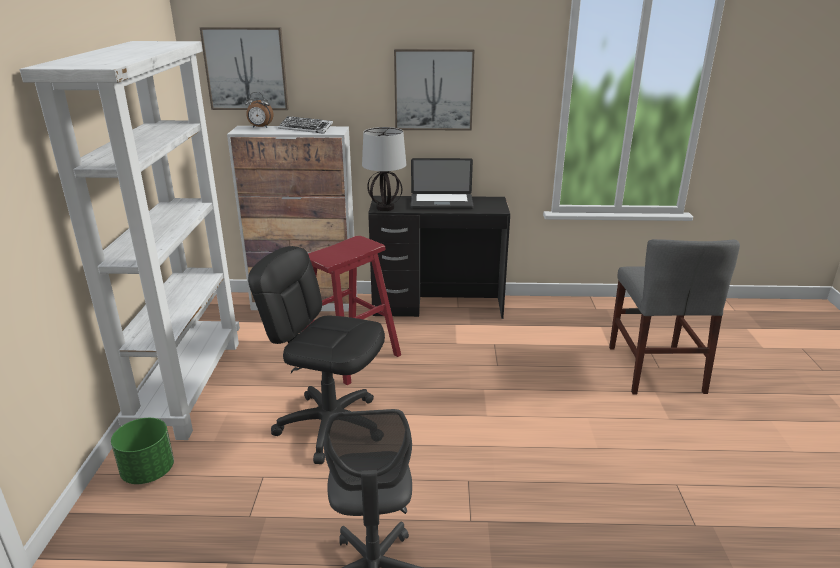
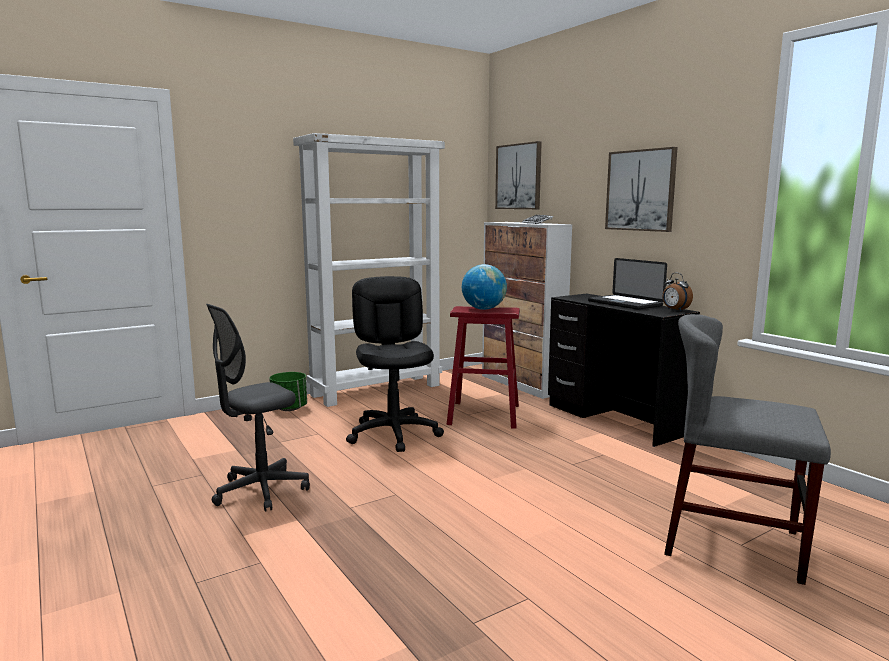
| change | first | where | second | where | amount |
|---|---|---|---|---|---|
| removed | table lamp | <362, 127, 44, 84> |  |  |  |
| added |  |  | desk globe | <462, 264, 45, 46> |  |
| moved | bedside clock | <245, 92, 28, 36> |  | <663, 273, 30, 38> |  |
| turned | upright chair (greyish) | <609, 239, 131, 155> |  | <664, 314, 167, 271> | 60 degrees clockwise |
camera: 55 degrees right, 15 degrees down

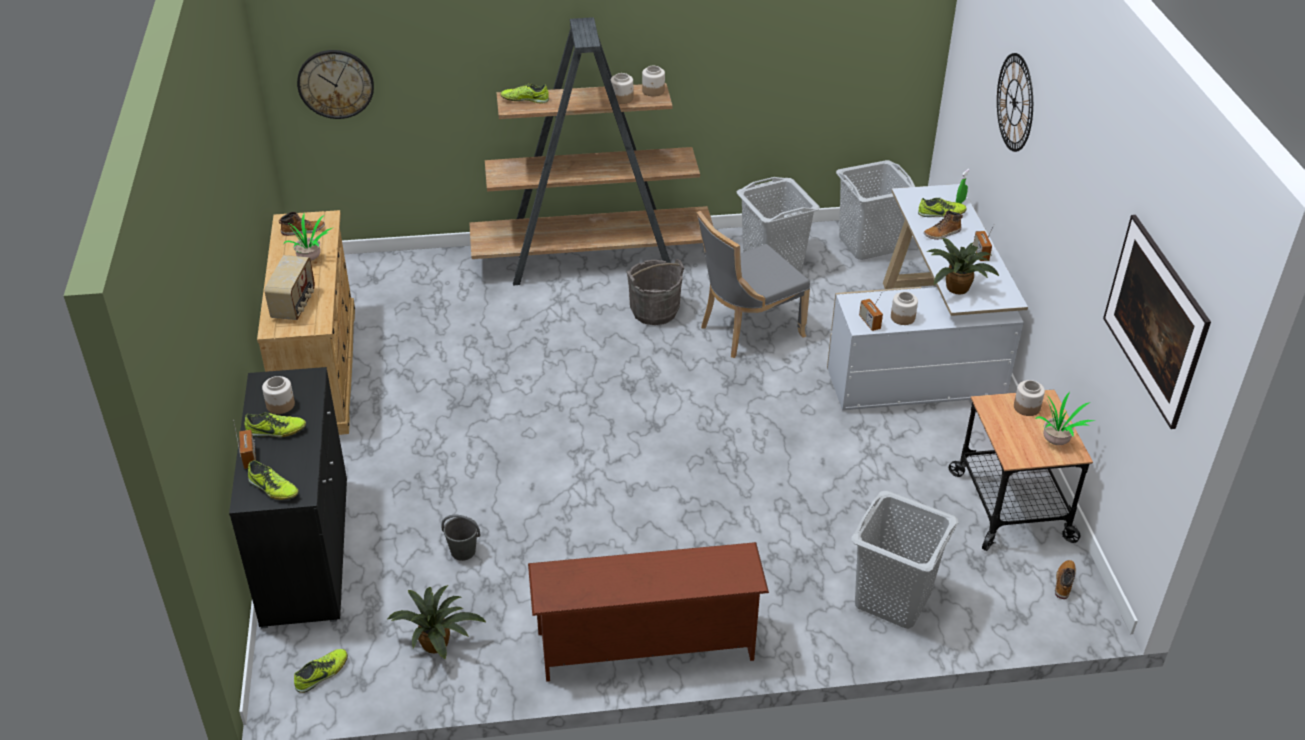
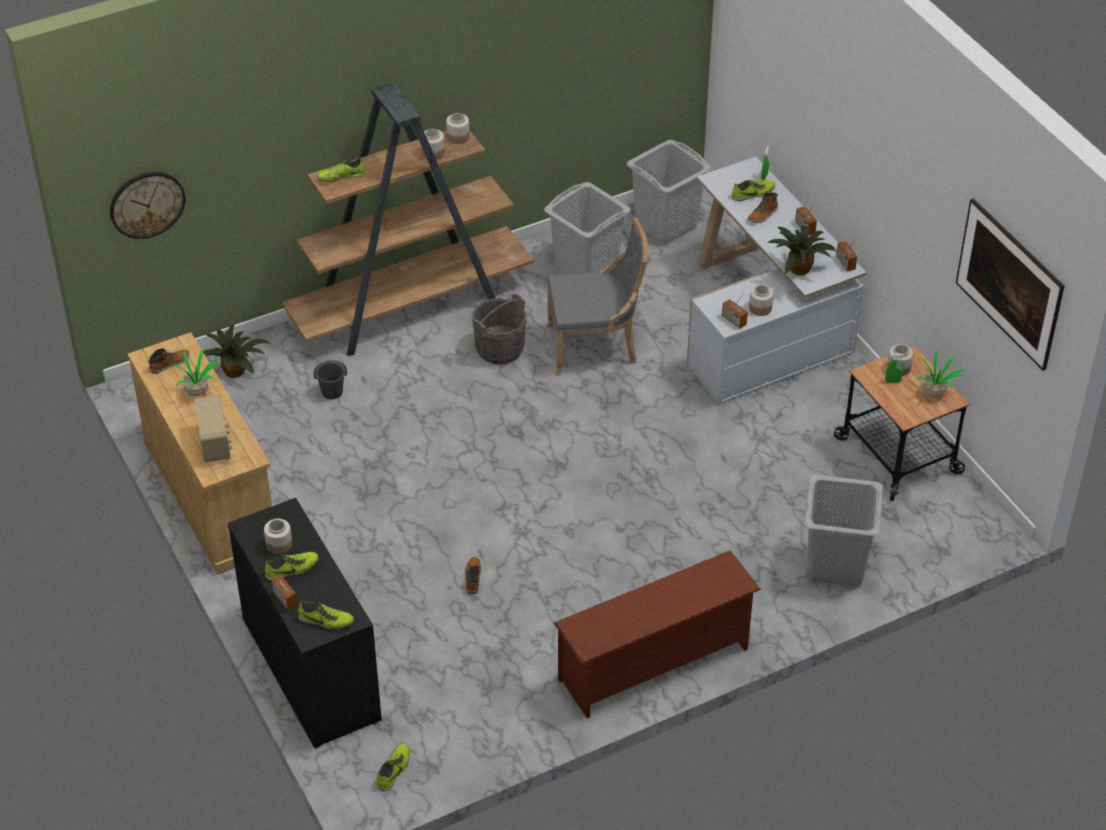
| change | first | where | second | where | amount |
|---|---|---|---|---|---|
| removed | clock on the wall | <997, 53, 36, 99> |  |  |  |
| added |  |  | radio set | <836, 236, 21, 35> |  |
| added |  |  | sprayer (green) | <885, 353, 18, 30> |  |
| moved | plant in a pot | <388, 585, 99, 75> |  | <203, 324, 67, 54> |  |
| moved | water bucket (greyish) | <441, 515, 39, 46> |  | <314, 360, 33, 40> |  |
| moved | tall boot | <1055, 560, 21, 39> |  | <465, 557, 16, 37> |  |
| turned | upright chair (greyish) | <697, 211, 113, 147> |  | <547, 218, 101, 158> | 135 degrees counterclockwise |
camera: 20 degrees left, 5 degrees up

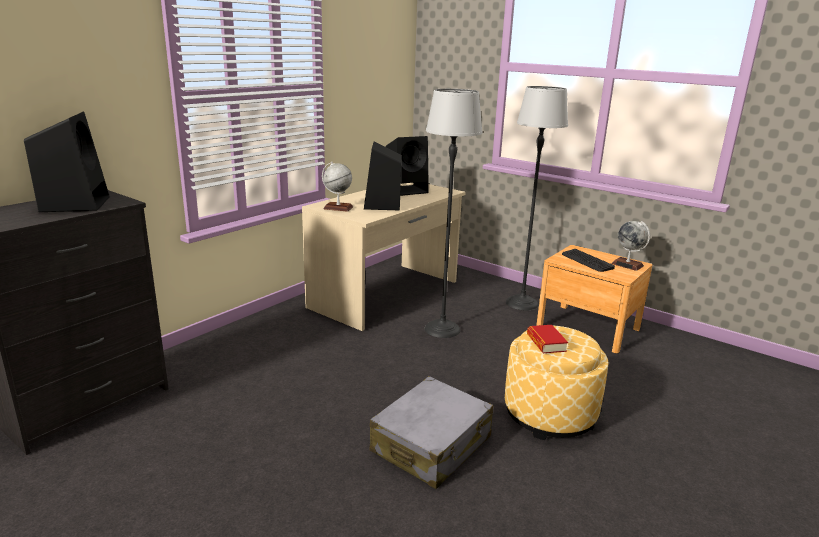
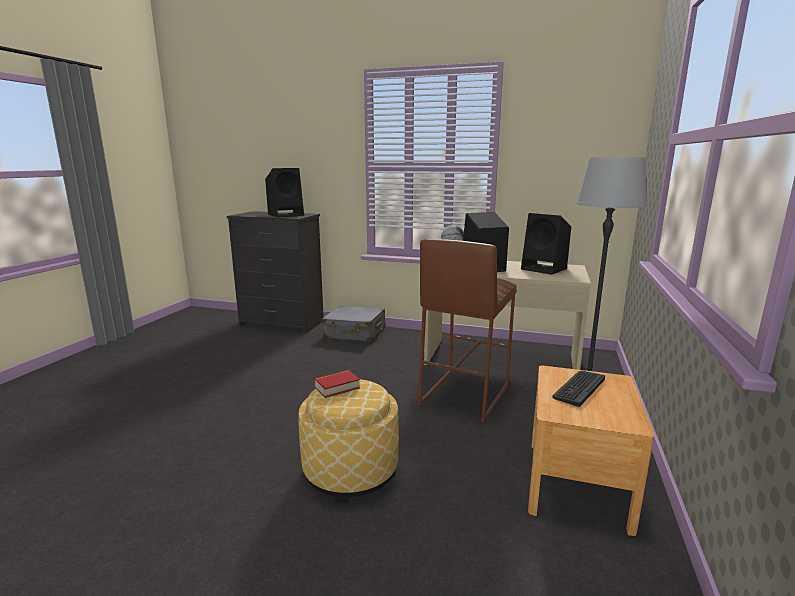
| change | first | where | second | where | amount |
|---|---|---|---|---|---|
| removed | desk globe | <611, 221, 39, 50> |  |  |  |
| moved | travel case (greyish) | <370, 376, 124, 113> |  | <322, 306, 64, 36> |  |
| replaced | standard lamp | <424, 89, 59, 249> | stool (brown) | <418, 239, 99, 183> |  |
camera: 70 degrees right, 5 degrees down

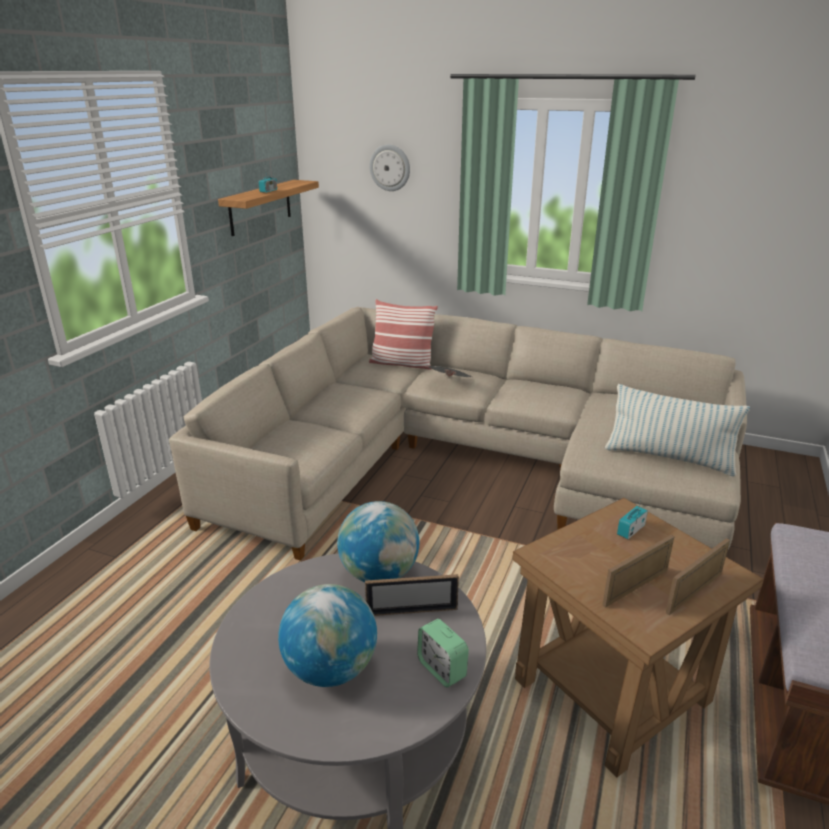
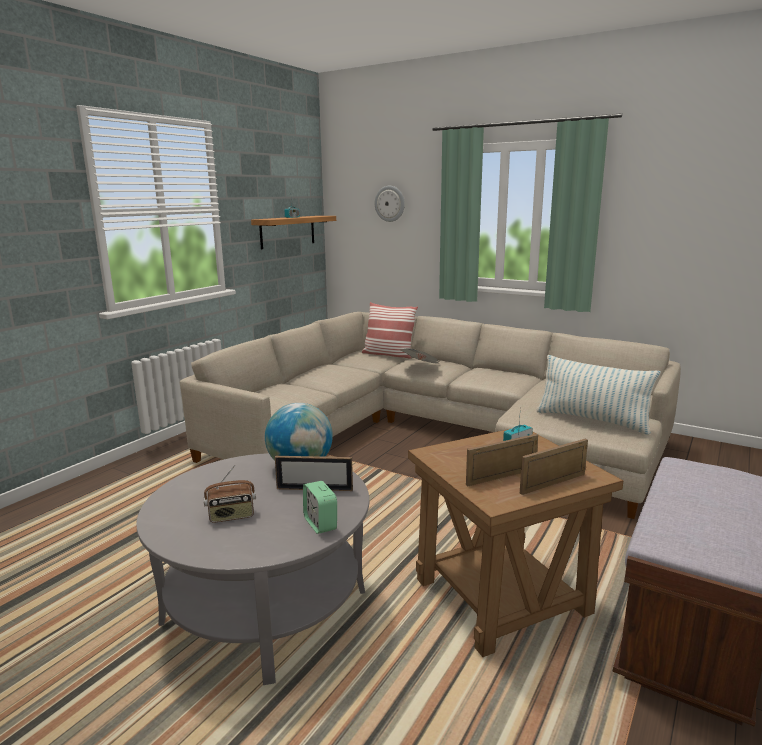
| change | first | where | second | where | amount |
|---|---|---|---|---|---|
| replaced | desk globe | <278, 584, 99, 103> | radio set | <204, 465, 52, 58> |  |
camera: 10 degrees right, 10 degrees down

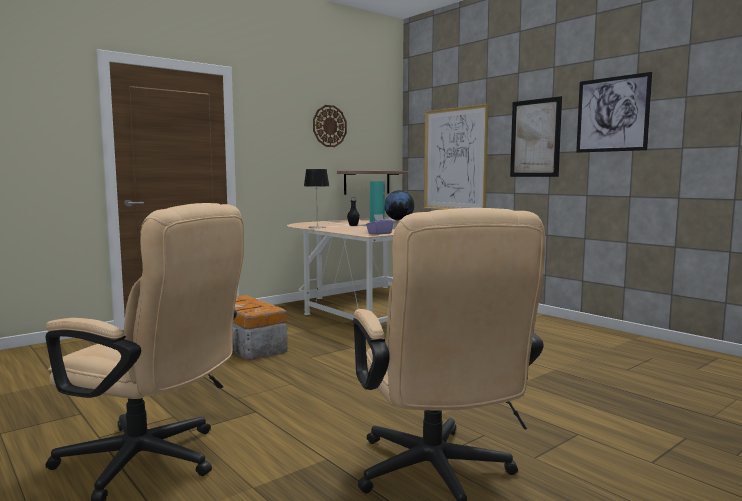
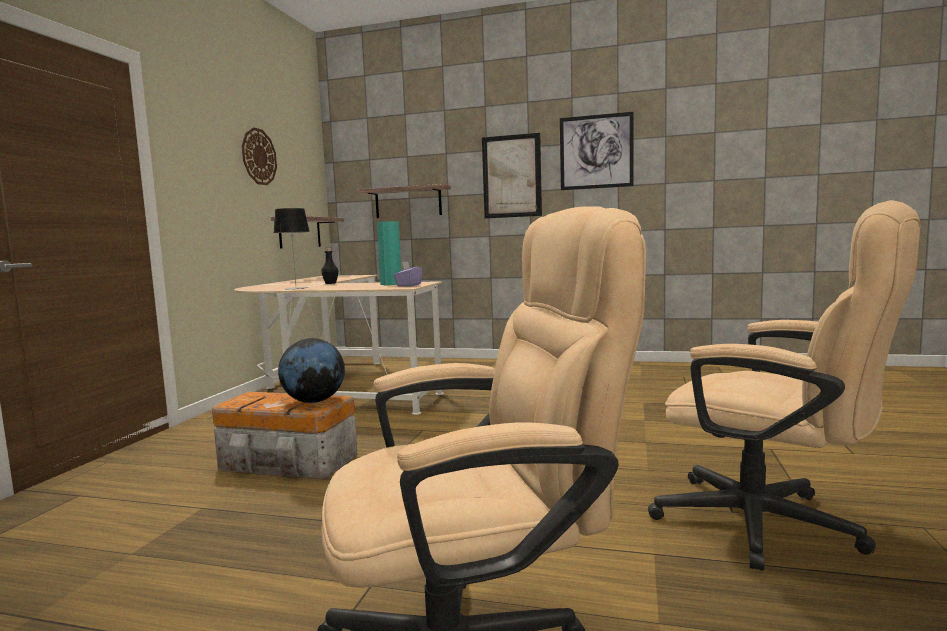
| change | first | where | second | where | amount |
|---|---|---|---|---|---|
| moved | desk globe | <385, 190, 29, 31> |  | <278, 338, 67, 65> |  |
| replaced | picture | <424, 104, 65, 106> | wall shelf | <356, 184, 95, 34> |  |
camera: 35 degrees left, 0 degrees up

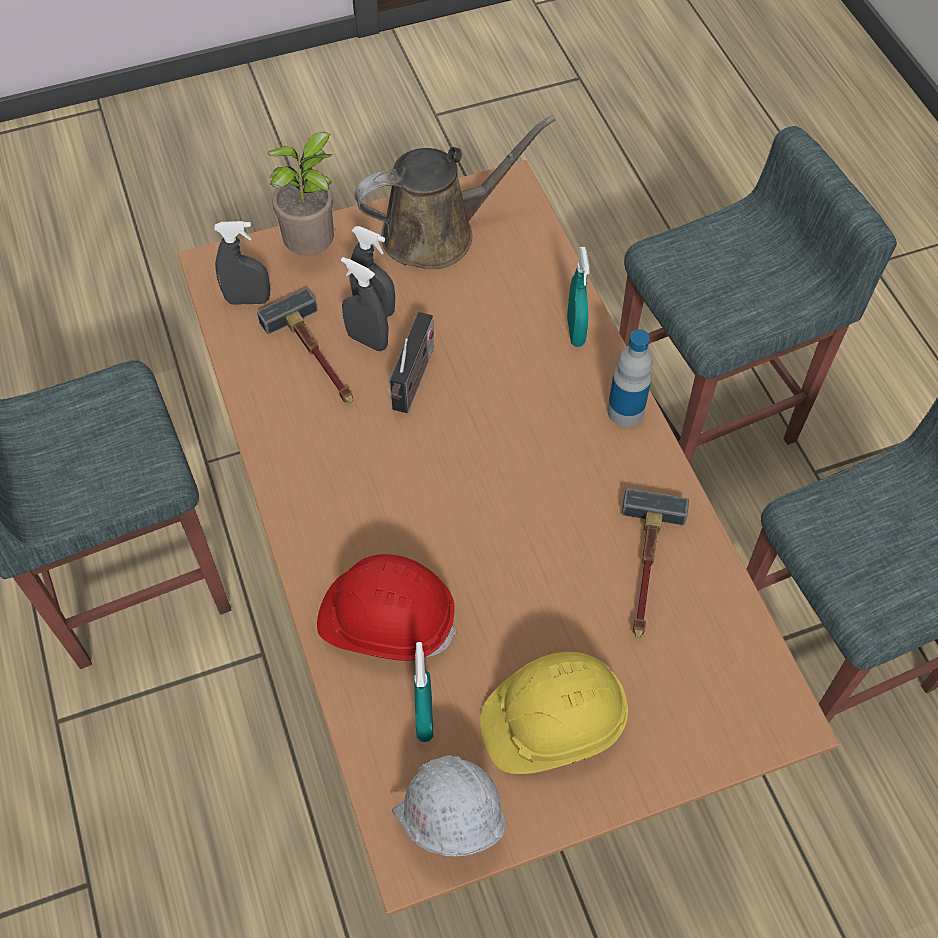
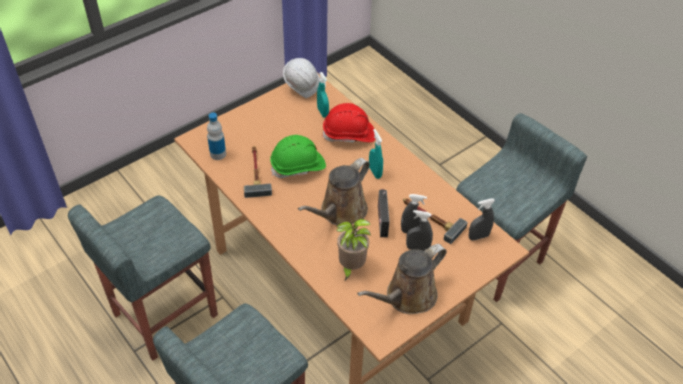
| change | first | where | second | where | amount |
|---|---|---|---|---|---|
| removed | safety helmet (yellowish) | <480, 652, 148, 122> |  |  |  |
| added |  |  | safety helmet (green) | <270, 135, 56, 43> |  |
| added |  |  | sprinkling can (brown) | <298, 158, 72, 67> |  |
| moved | plant in a pot | <268, 132, 66, 123> |  | <336, 218, 35, 62> |  |
| moved | sprayer (blue-green) | <567, 247, 22, 100> |  | <369, 129, 14, 50> |  |
| moved | drink bottle | <607, 329, 46, 98> |  | <207, 113, 19, 47> |  |
camera: 160 degrees right, 10 degrees down

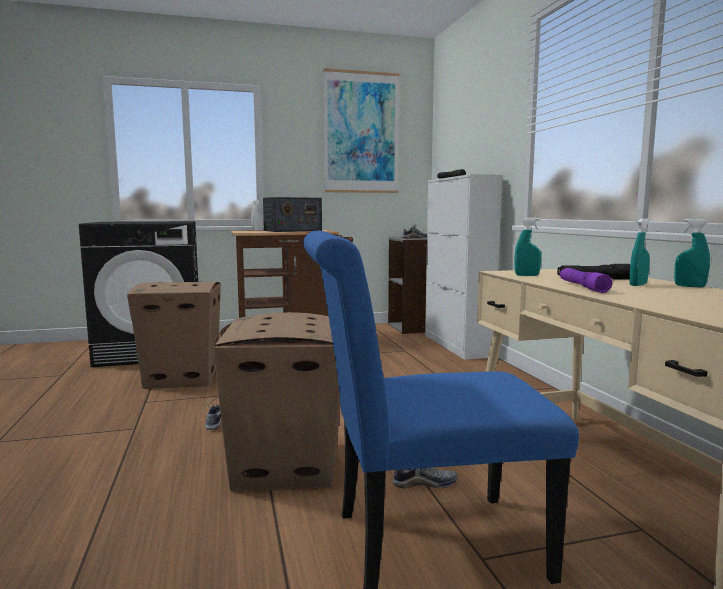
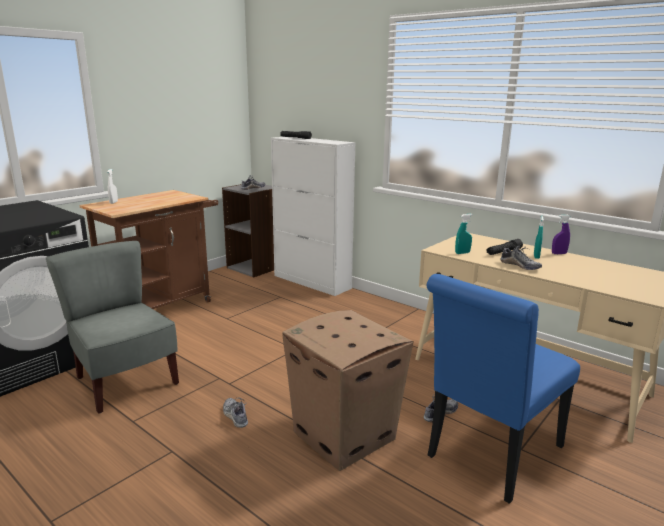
| change | first | where | second | where | amount |
|---|---|---|---|---|---|
| removed | radio set | <263, 197, 59, 35> |  |  |  |
| removed | picture | <323, 68, 76, 125> |  |  |  |
| replaced | carton | <127, 282, 94, 107> | upright chair (greyish) | <46, 241, 133, 173> |  |
| replaced | flashlight (purple-coloured) | <560, 268, 52, 25> | low shoe | <500, 244, 42, 26> |  |
| recoloured | sprayer (blue-green) | <674, 219, 36, 69> | sprayer (purple-coloured) | <552, 215, 18, 39> |  |
camera: 35 degrees left, 10 degrees up

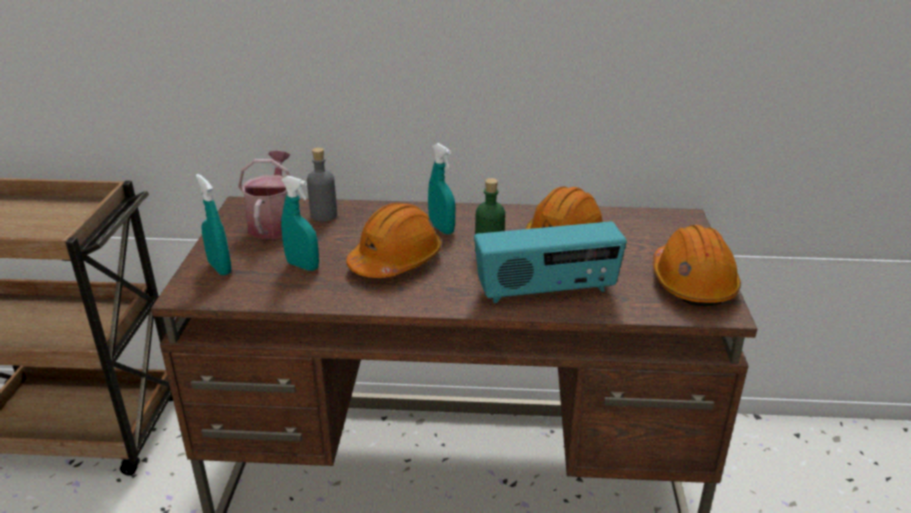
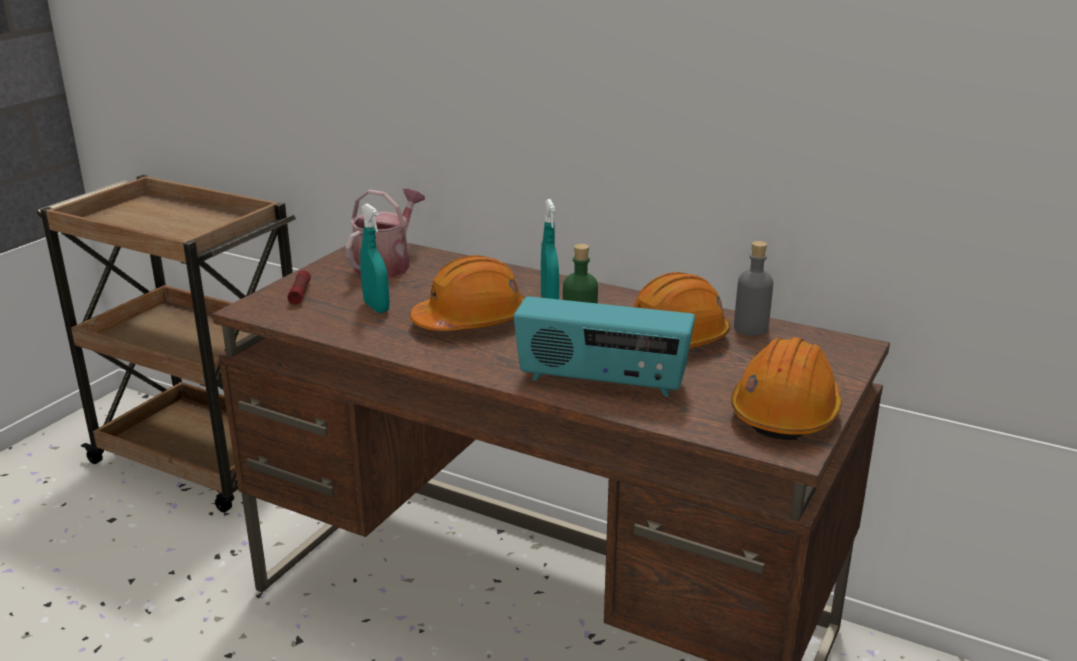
| change | first | where | second | where | amount |
|---|---|---|---|---|---|
| moved | drink bottle (greyish) | <307, 147, 30, 74> |  | <734, 241, 39, 95> |  |
| replaced | sprayer (blue-green) | <196, 174, 36, 101> | flashlight | <287, 270, 24, 34> |  |
camera: 25 degrees right, 5 degrees down

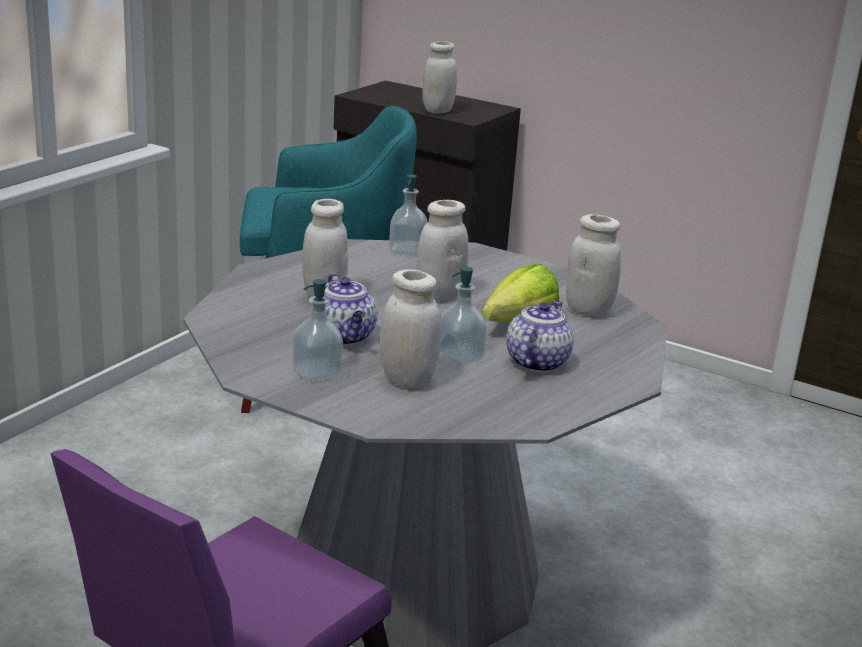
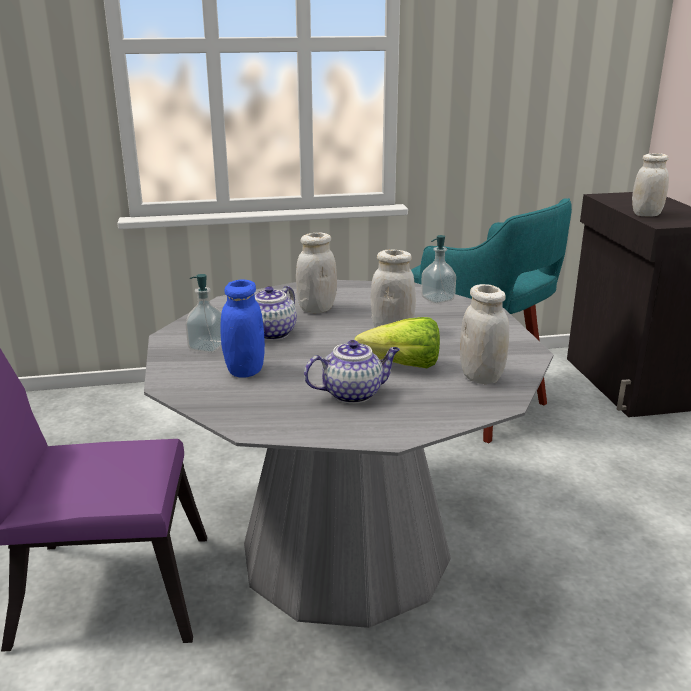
| change | first | where | second | where | amount |
|---|---|---|---|---|---|
| removed | soap dispenser | <440, 267, 47, 98> |  |  |  |
| recoloured | storage jar (whitish) | <380, 269, 62, 120> | storage jar (blue) | <220, 280, 45, 98> |  |
camera: 50 degrees right, 0 degrees up

